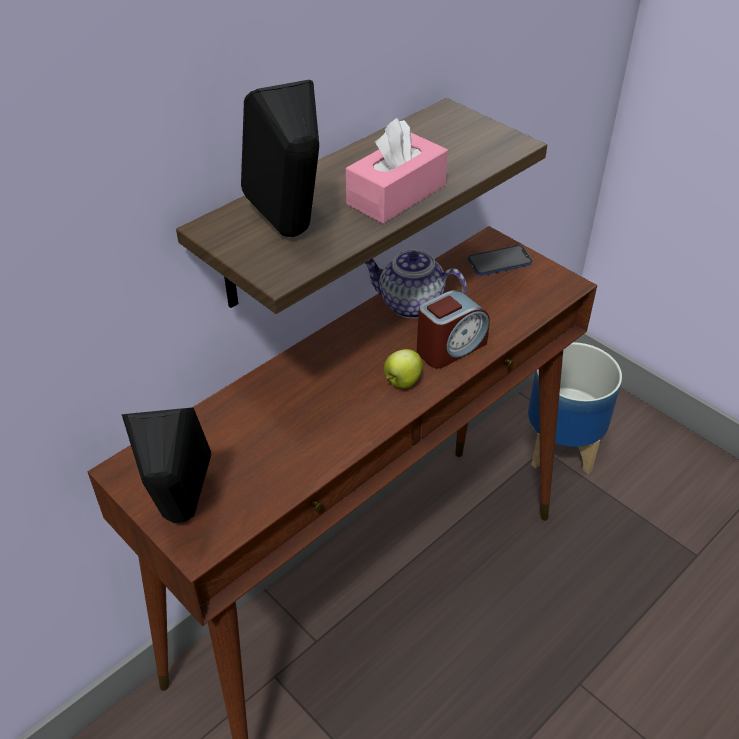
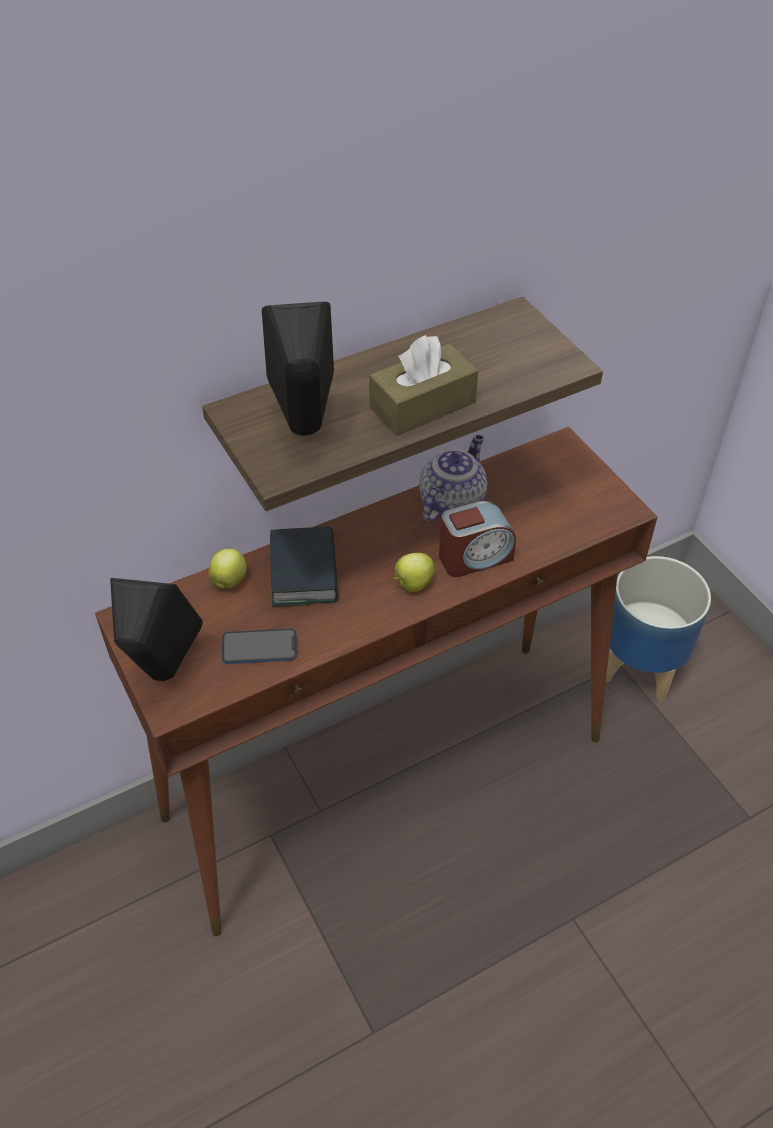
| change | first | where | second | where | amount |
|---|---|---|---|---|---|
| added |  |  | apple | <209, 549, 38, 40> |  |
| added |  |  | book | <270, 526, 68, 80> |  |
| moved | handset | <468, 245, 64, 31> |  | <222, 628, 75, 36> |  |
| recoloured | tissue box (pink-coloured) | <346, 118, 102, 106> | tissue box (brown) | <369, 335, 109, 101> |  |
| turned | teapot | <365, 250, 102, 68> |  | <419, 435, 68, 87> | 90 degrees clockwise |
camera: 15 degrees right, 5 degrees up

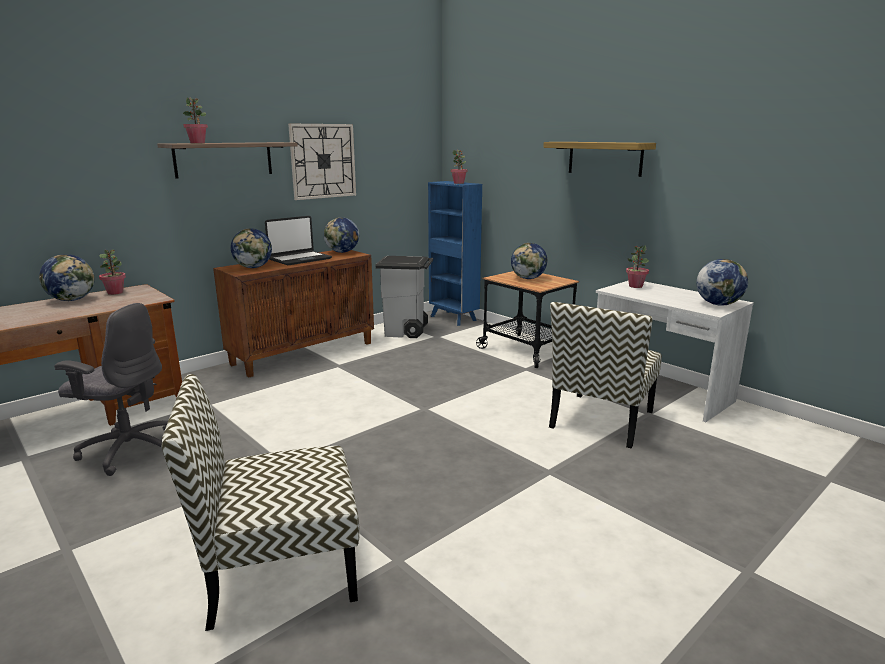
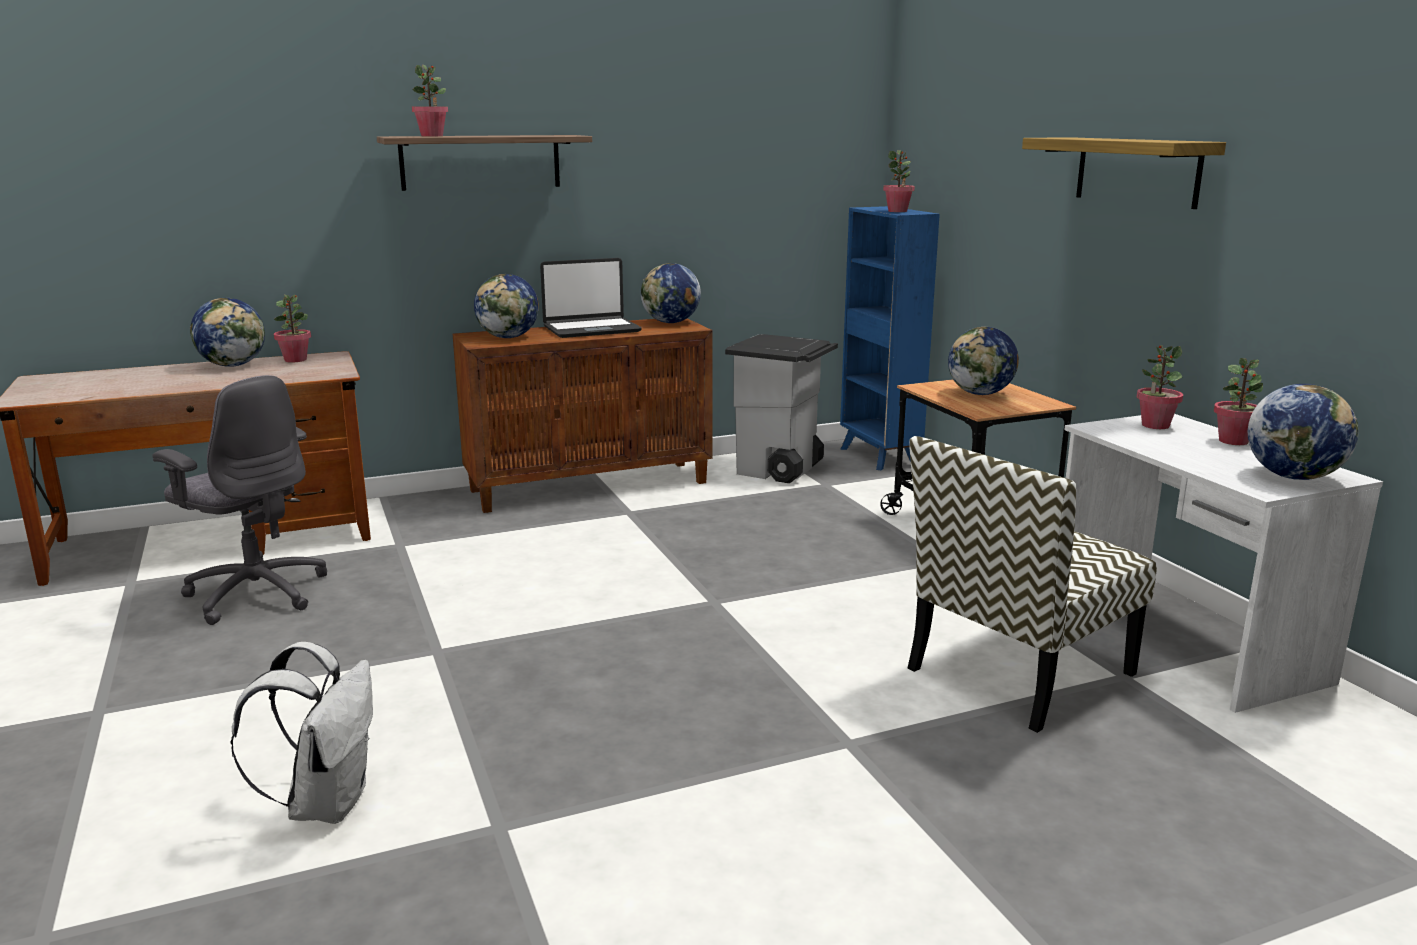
| change | first | where | second | where | amount |
|---|---|---|---|---|---|
| removed | clock on the wall | <288, 124, 68, 76> |  |  |  |
| added |  |  | plant in a pot | <1214, 358, 49, 87> |  |
| replaced | upright chair | <162, 374, 198, 257> | backpack (whitish) | <231, 642, 142, 182> |  |
camera: 20 degrees right, 0 degrees up

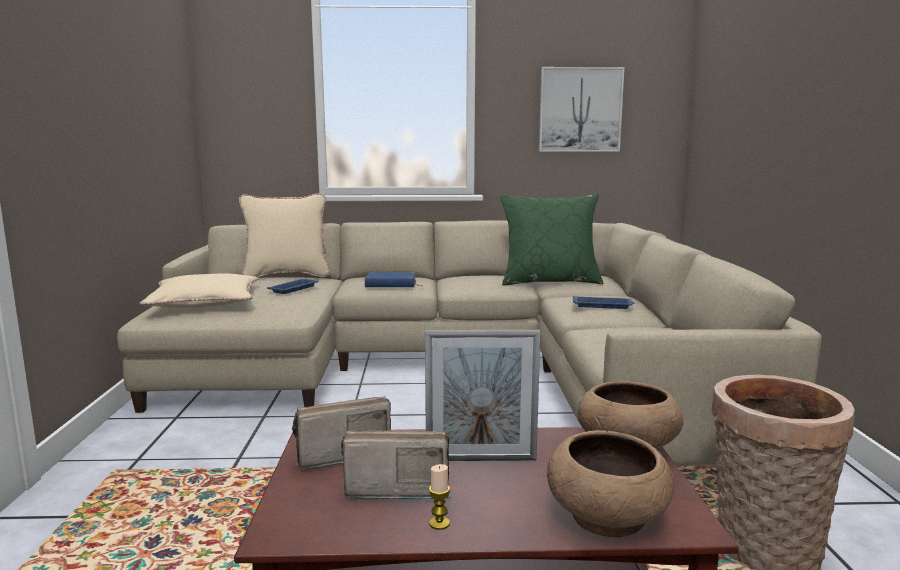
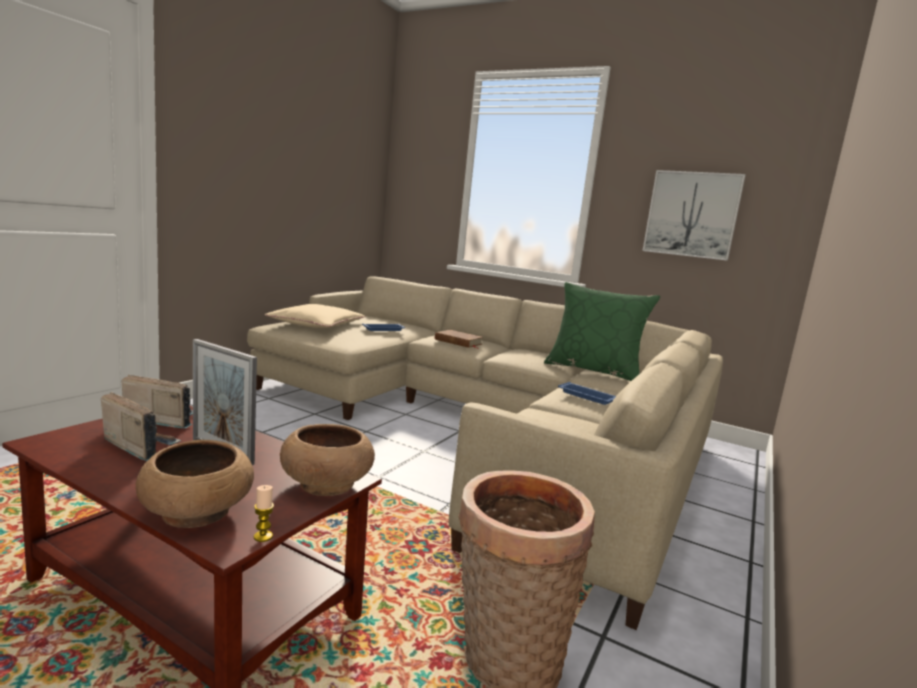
| change | first | where | second | where | amount |
|---|---|---|---|---|---|
| removed | pillow (beige-coloured) | <239, 193, 91, 84> |  |  |  |
| moved | candle | <429, 464, 21, 66> |  | <254, 485, 20, 57> |  |
| recoloured | book (blue) | <365, 272, 56, 15> | book (brown) | <435, 330, 48, 19> |  |
camera: 30 degrees right, 0 degrees up

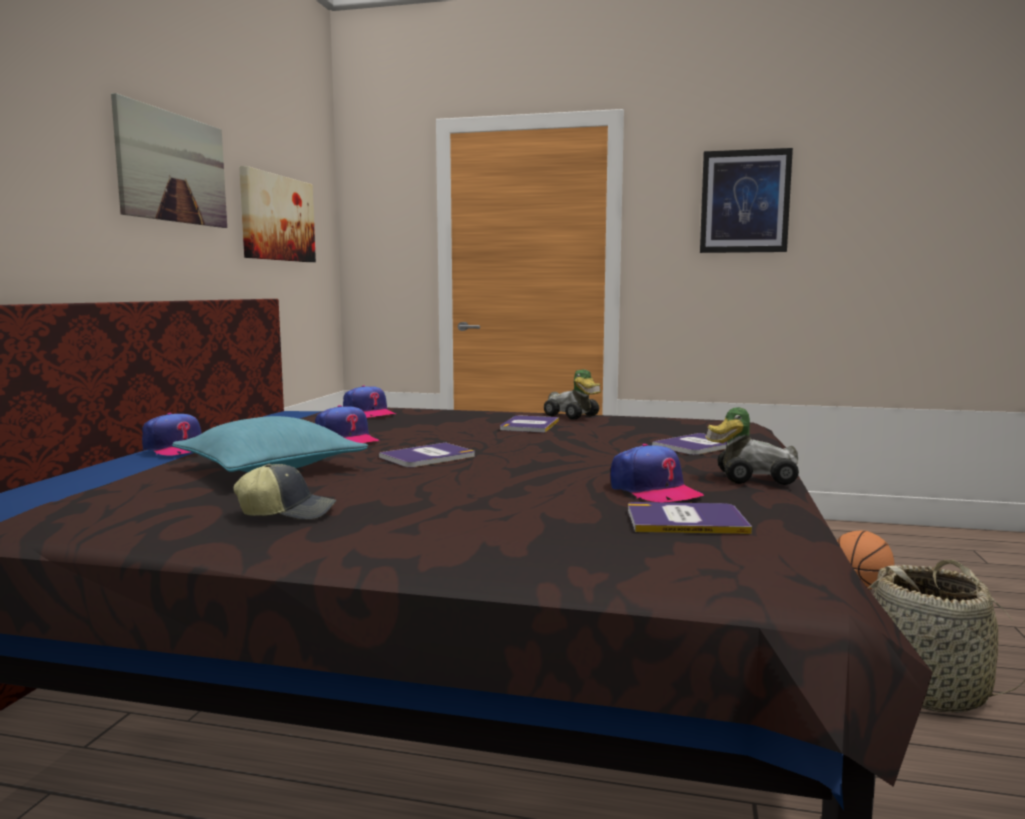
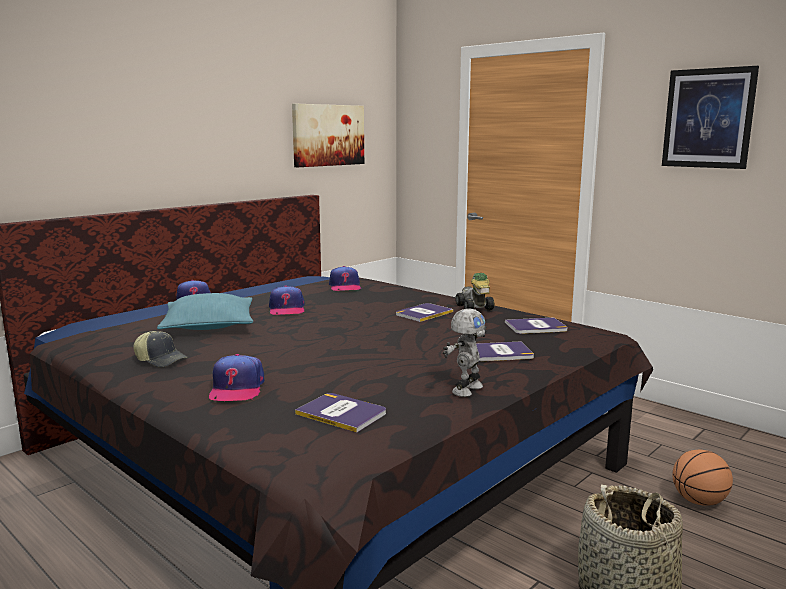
| change | first | where | second | where | amount |
|---|---|---|---|---|---|
| removed | picture | <111, 93, 116, 135> |  |  |  |
| moved | book | <379, 442, 96, 25> |  | <505, 318, 63, 16> |  |
| moved | baseball cap | <611, 444, 93, 58> |  | <209, 354, 55, 47> |  |
| replaced | model car | <705, 407, 94, 78> | model robot | <443, 308, 44, 89> |  |
camera: 30 degrees right, 5 degrees up

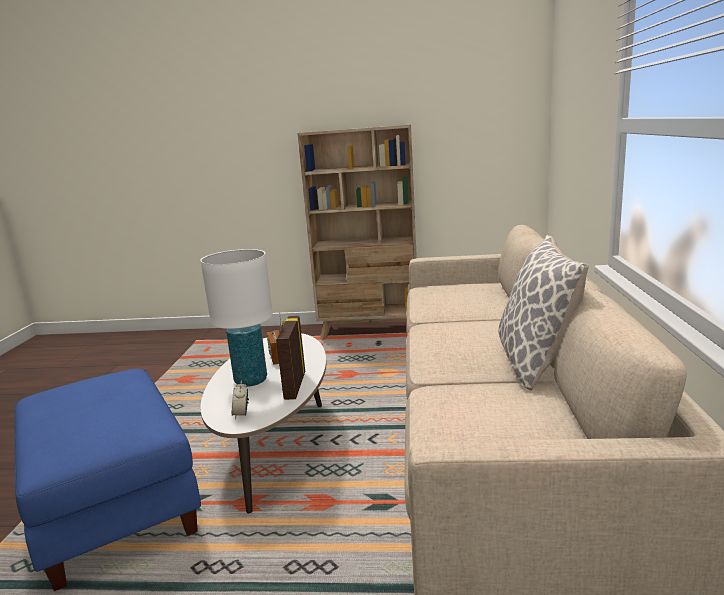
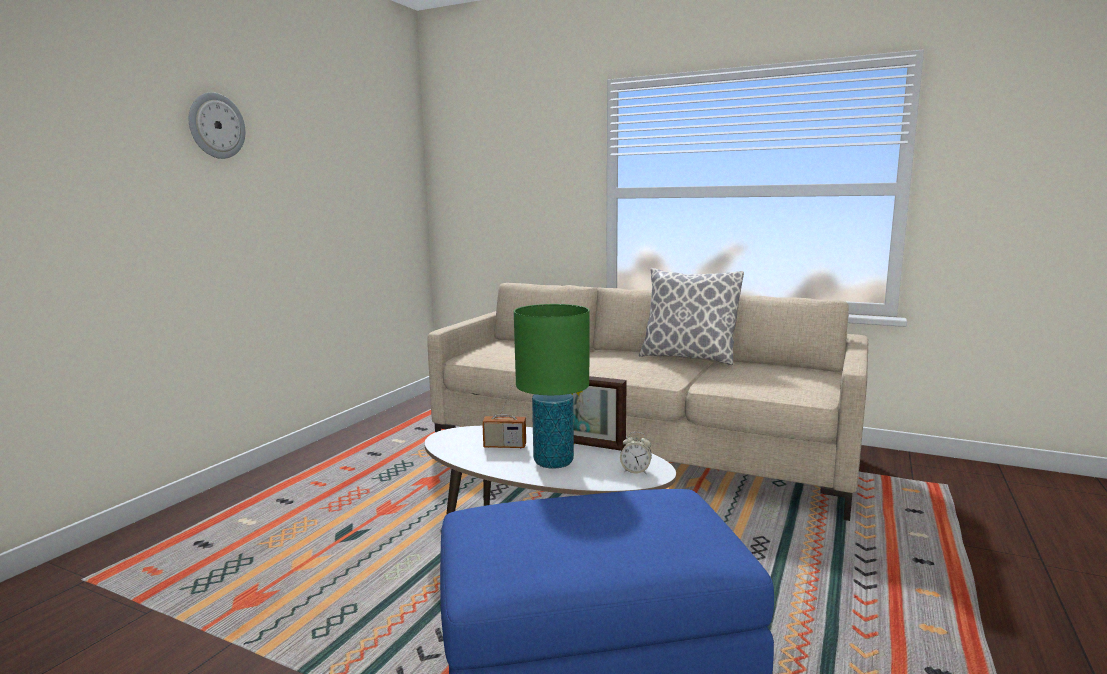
| change | first | where | second | where | amount |
|---|---|---|---|---|---|
| removed | shelving unit (beige-coloured) | <298, 124, 119, 216> |  |  |  |
| added |  |  | clock on the wall | <189, 92, 56, 67> |  |
| recoloured | table lamp (whitish) | <200, 249, 73, 138> | table lamp (green) | <514, 304, 76, 165> |  |
camera: 70 degrees left, 5 degrees down

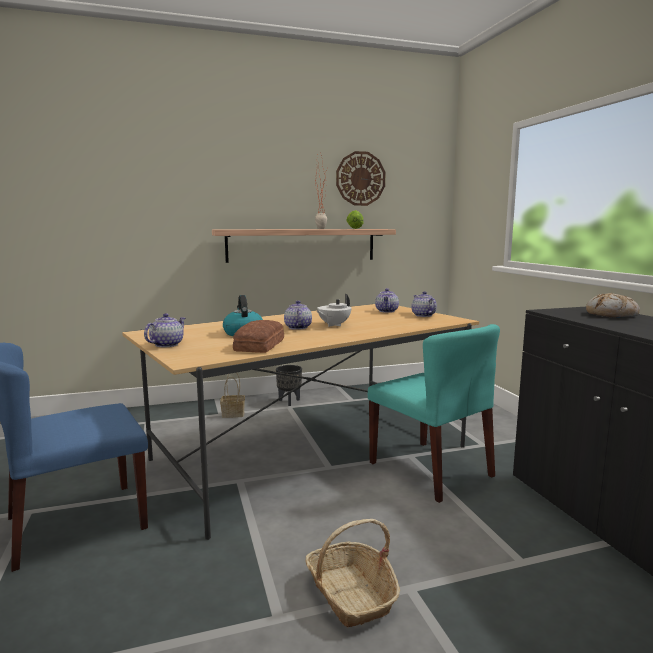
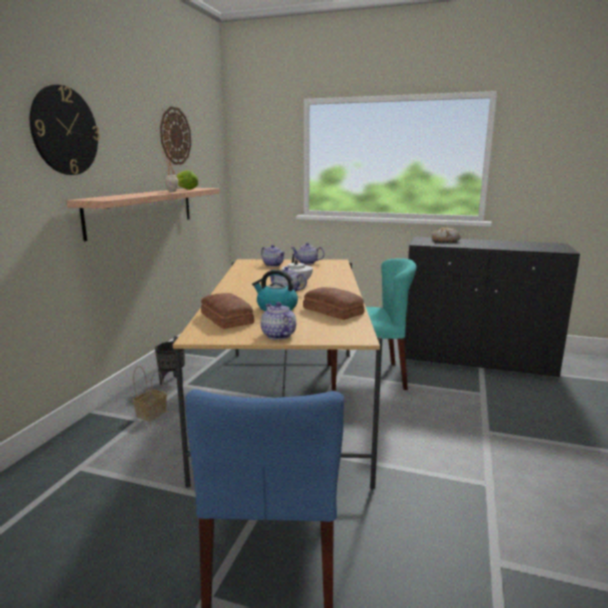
| change | first | where | second | where | amount |
|---|---|---|---|---|---|
| removed | basket | <305, 519, 95, 108> |  |  |  |
| added |  |  | clock on the wall | <30, 85, 70, 90> |  |
| added |  |  | baked bread | <201, 293, 53, 36> |  |
camera: 55 degrees left, 5 degrees up

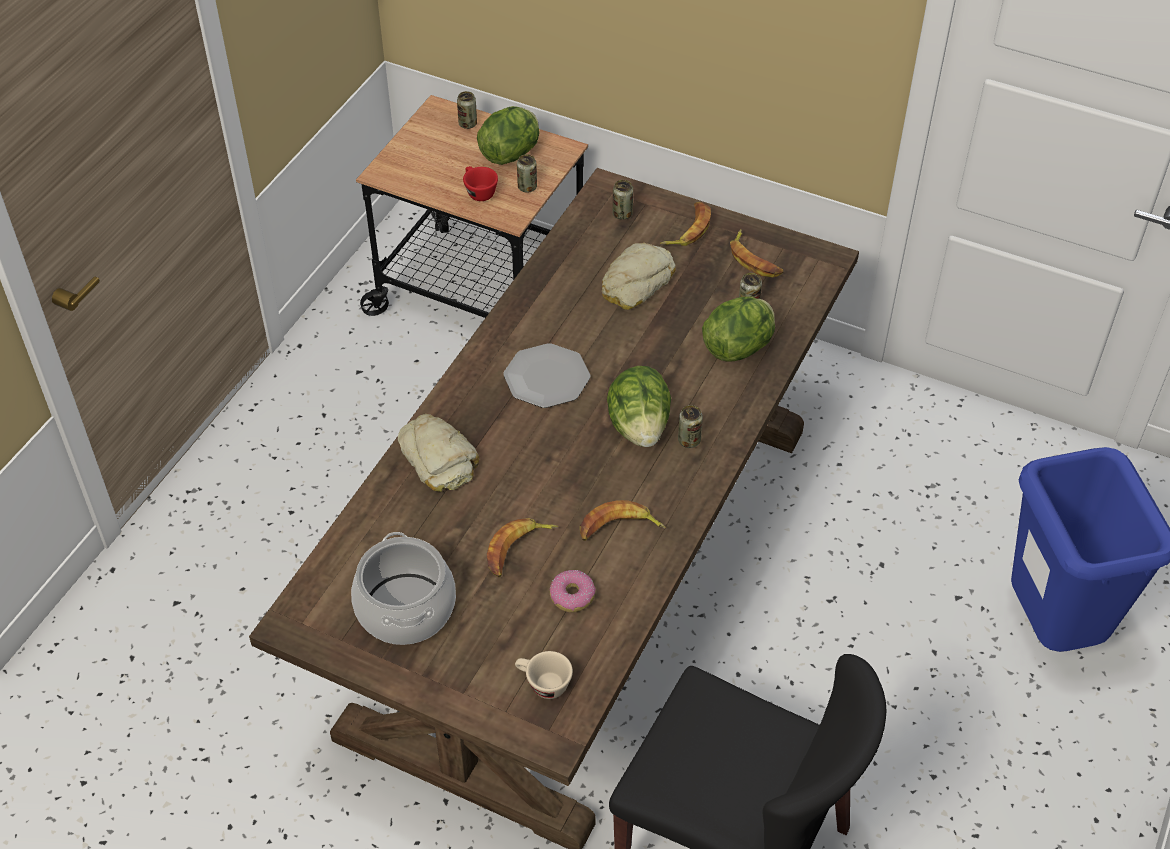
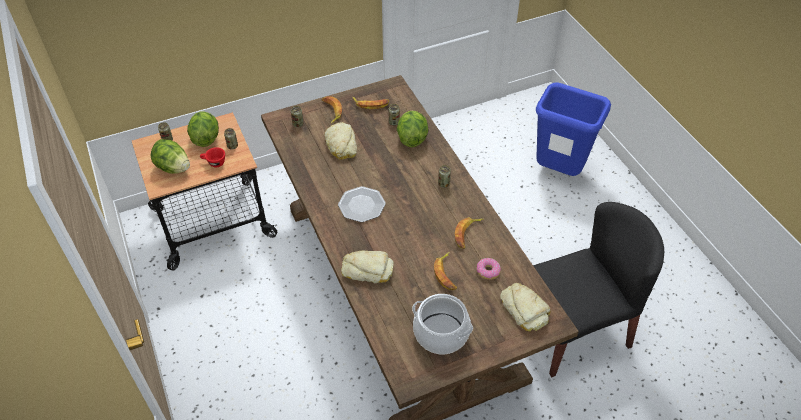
| change | first | where | second | where | amount |
|---|---|---|---|---|---|
| moved | lettuce | <607, 366, 64, 81> |  | <151, 139, 39, 35> |  |
| replaced | drinking cup (beige-coloured) | <515, 651, 58, 48> | baked bread | <500, 283, 51, 48> |  |
camera: 50 degrees left, 0 degrees up

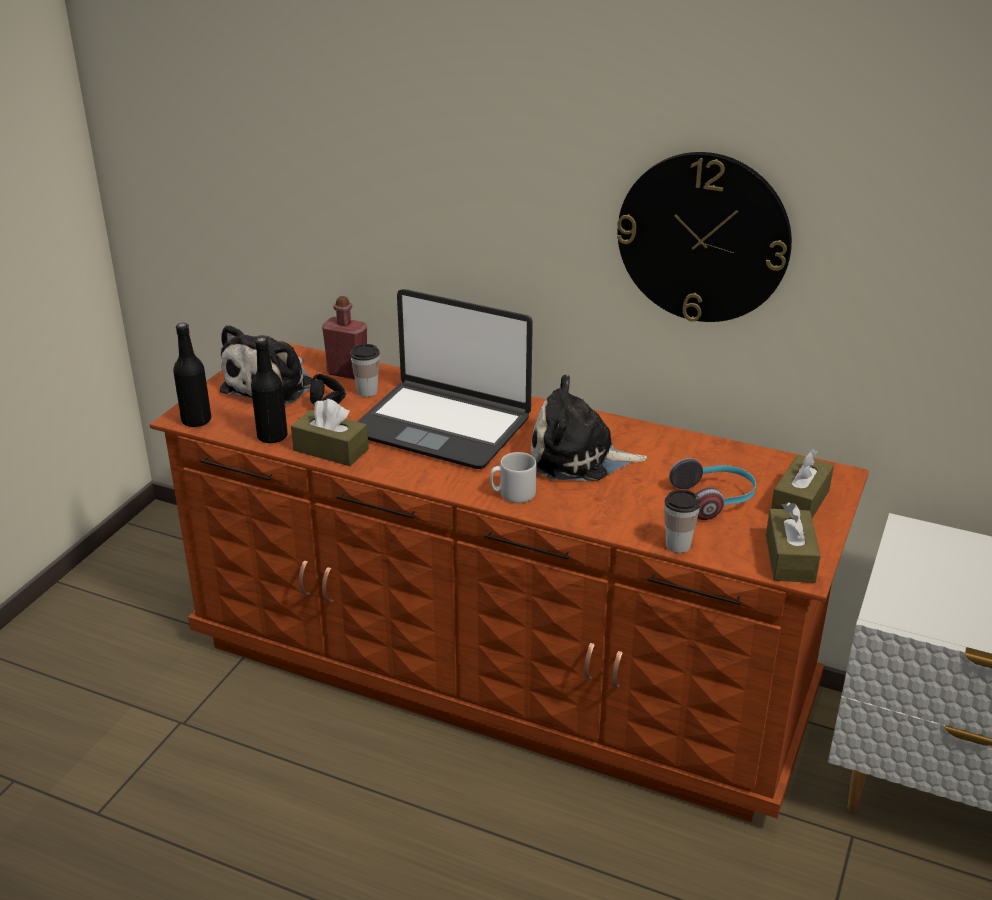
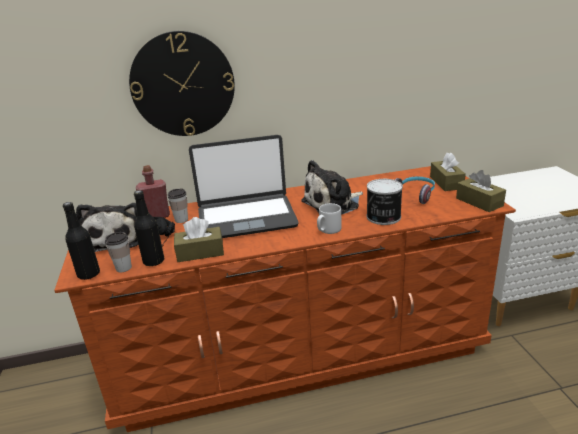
| change | first | where | second | where | amount |
|---|---|---|---|---|---|
| added |  |  | can | <366, 179, 37, 46> |  |
| moved | clock on the wall | <617, 152, 175, 170> |  | <129, 31, 106, 105> |  |
| moved | drinking cup | <664, 490, 37, 63> |  | <105, 232, 27, 40> |  |
camera: 35 degrees left, 5 degrees down

